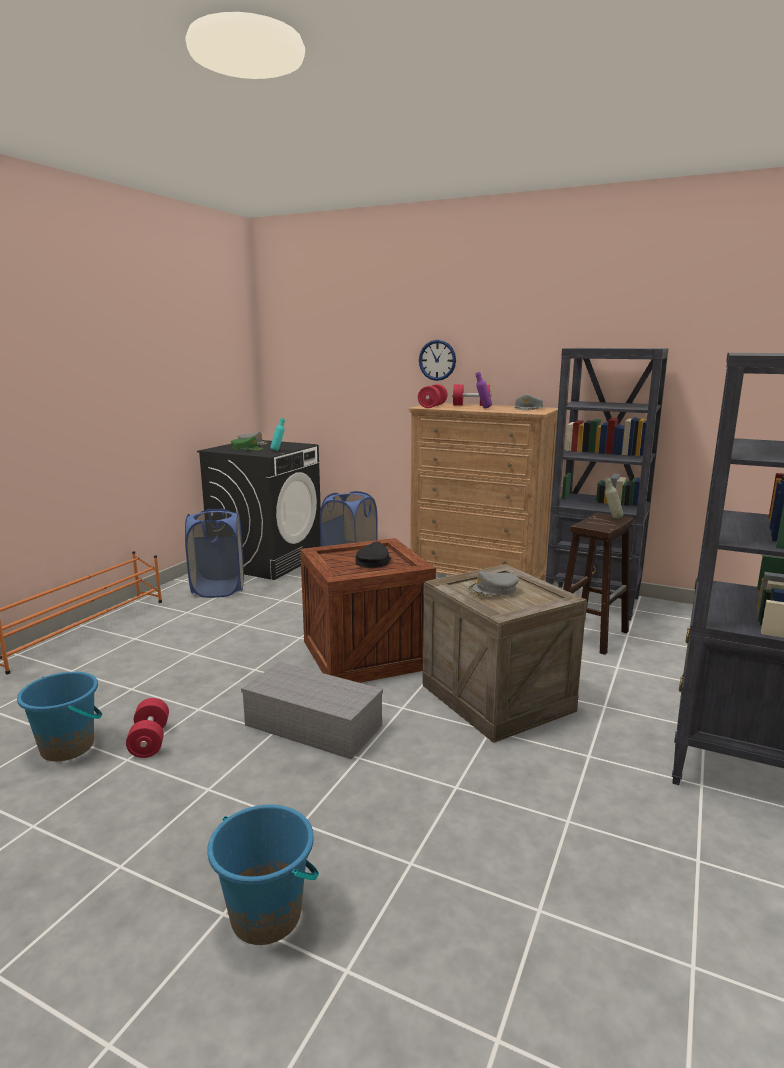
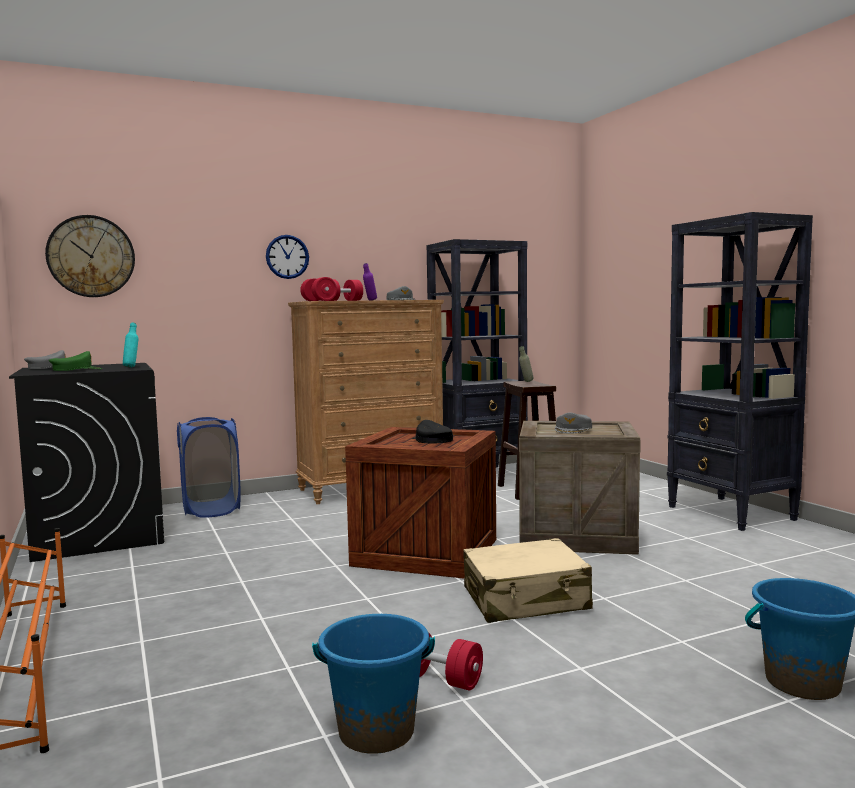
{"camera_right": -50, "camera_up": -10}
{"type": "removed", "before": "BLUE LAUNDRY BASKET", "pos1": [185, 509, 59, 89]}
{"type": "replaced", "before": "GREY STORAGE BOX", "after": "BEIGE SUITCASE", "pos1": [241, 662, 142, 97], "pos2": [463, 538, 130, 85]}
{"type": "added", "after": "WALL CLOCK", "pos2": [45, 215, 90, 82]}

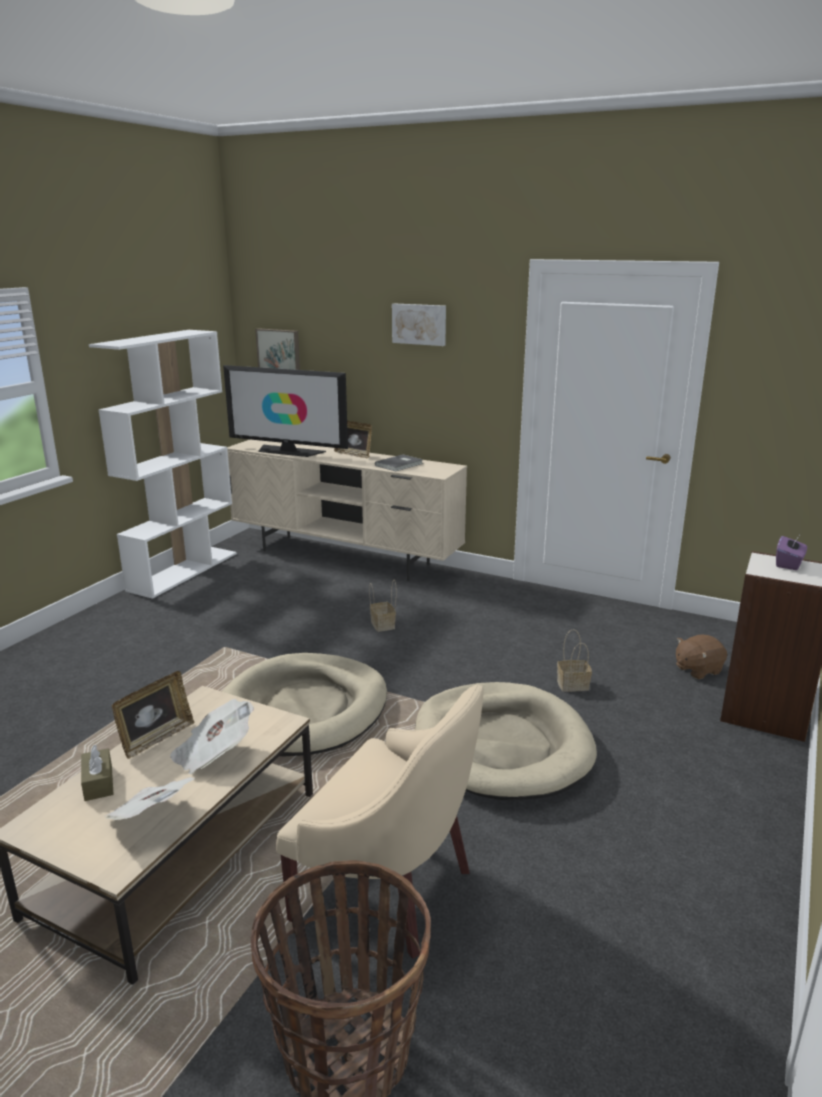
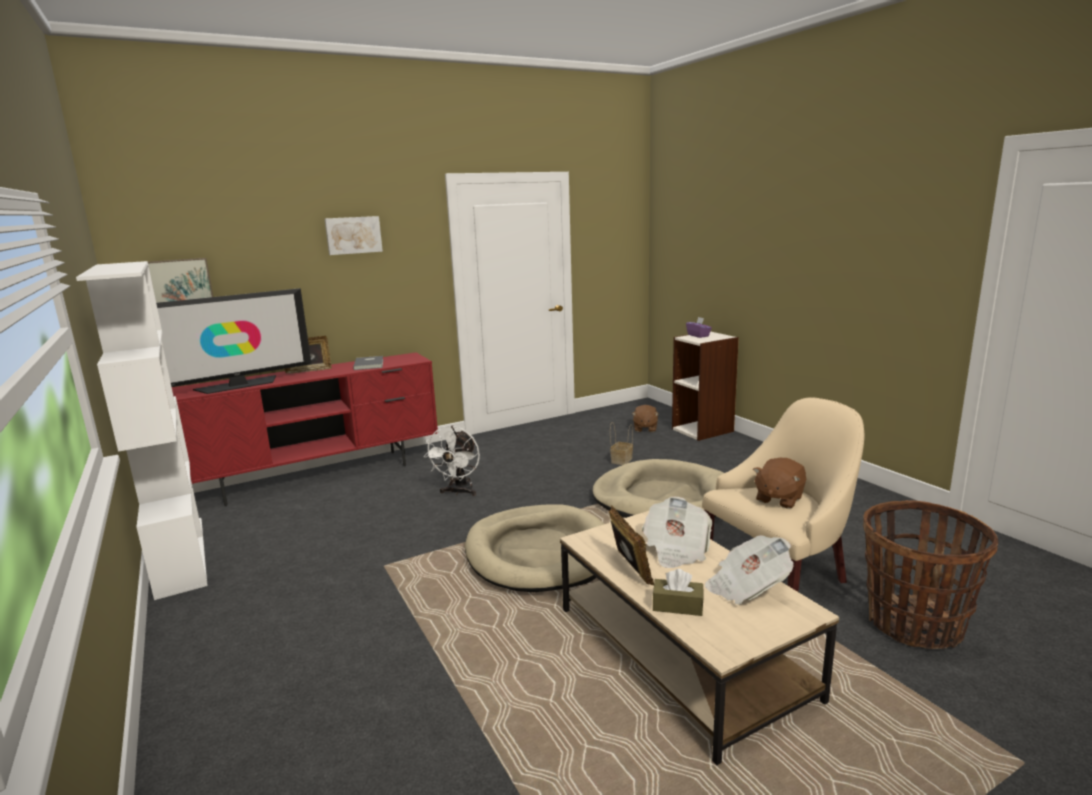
{"camera_right": -55, "camera_up": -5}
{"type": "recoloured", "before": "BEIGE TV STAND", "after": "RED TV STAND", "pos1": [227, 439, 240, 142], "pos2": [172, 352, 266, 154]}
{"type": "replaced", "before": "BASKET", "after": "WHITE FAN", "pos1": [369, 580, 28, 52], "pos2": [423, 426, 57, 70]}
{"type": "added", "after": "BROWN PLUSH TOY", "pos2": [753, 458, 53, 51]}

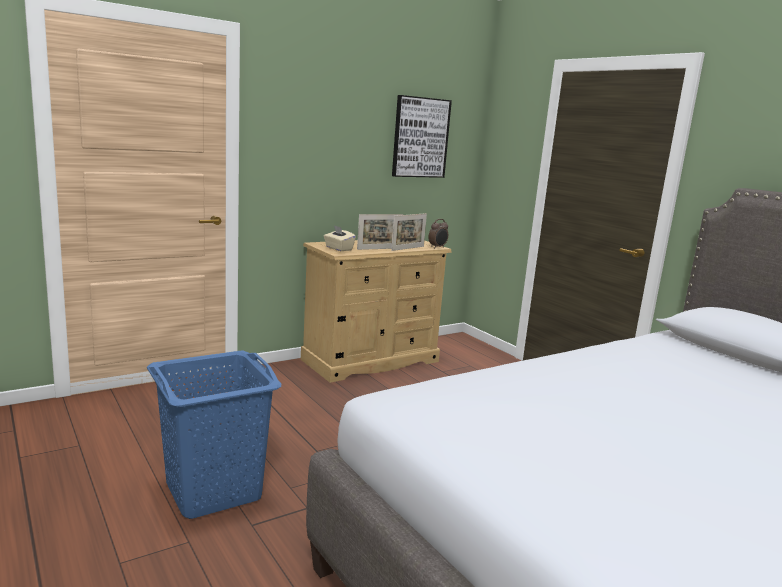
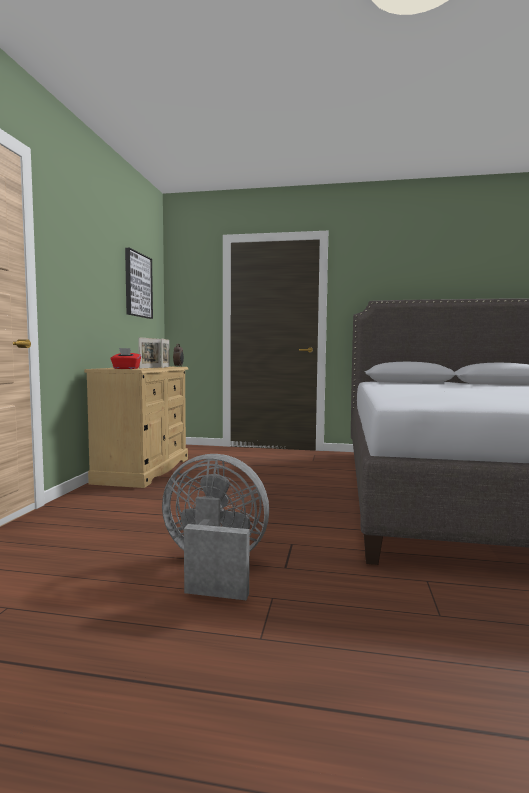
{"camera_right": -45, "camera_up": -10}
{"type": "recoloured", "before": "BEIGE TISSUE BOX", "after": "RED TISSUE BOX", "pos1": [324, 225, 32, 26], "pos2": [110, 348, 31, 21]}
{"type": "replaced", "before": "BLUE LAUNDRY BASKET", "after": "GREY FAN", "pos1": [147, 350, 134, 169], "pos2": [162, 454, 107, 146]}

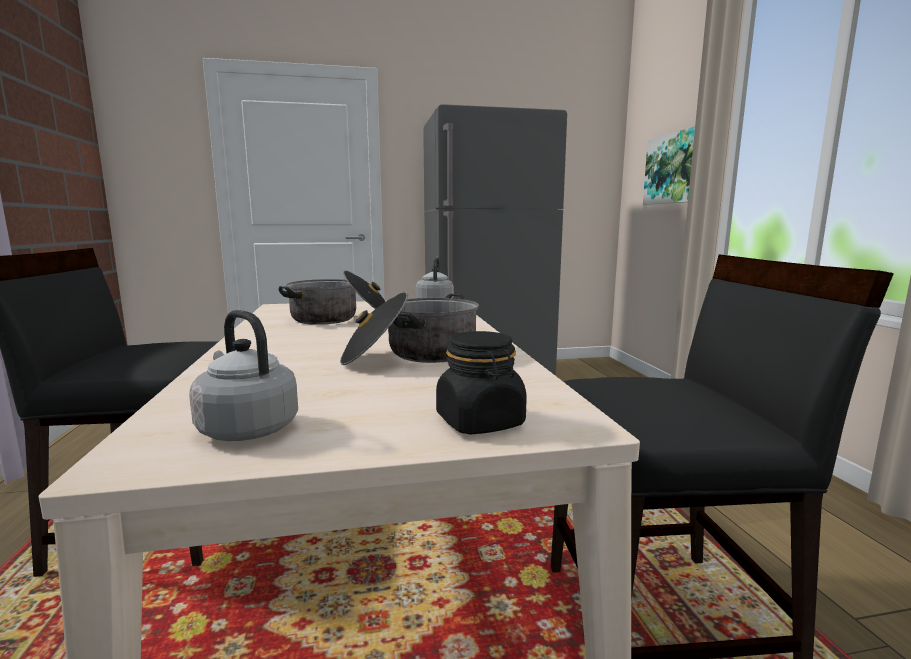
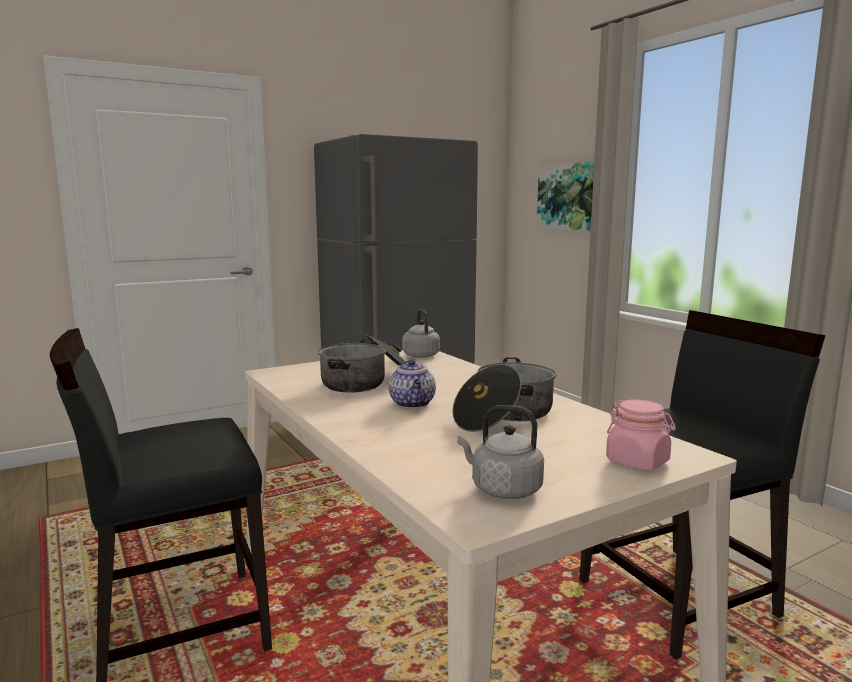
{"camera_right": -20, "camera_up": 0}
{"type": "recoloured", "before": "BLACK JAR", "after": "PINK JAR", "pos1": [436, 331, 91, 104], "pos2": [606, 399, 70, 71]}
{"type": "added", "after": "TEAPOT", "pos2": [389, 359, 47, 49]}

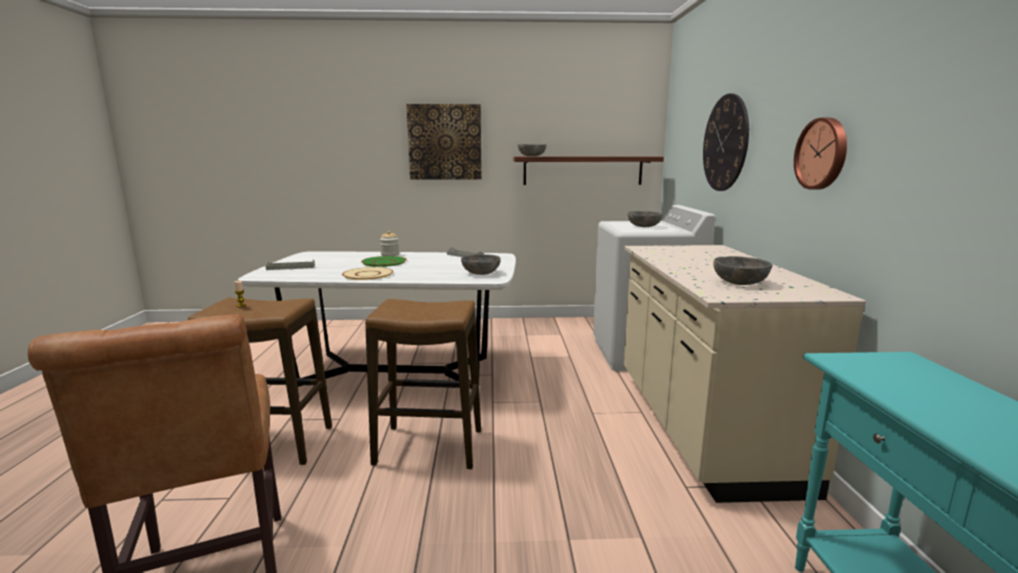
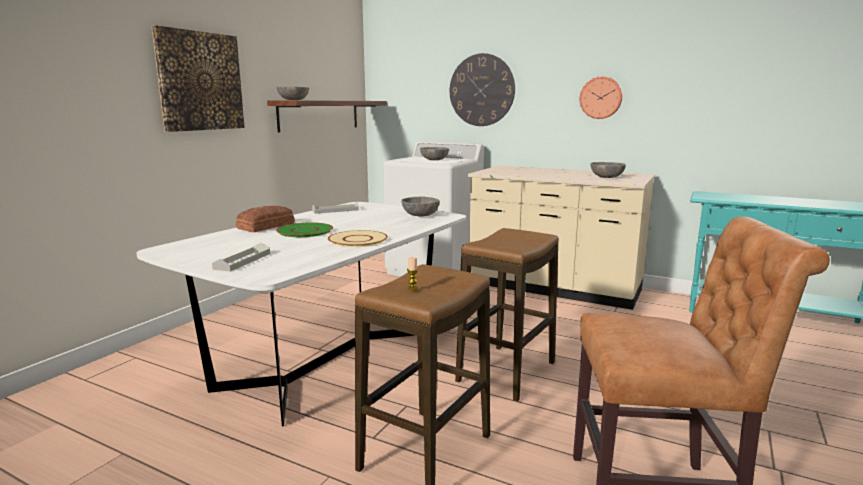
{"camera_right": -60, "camera_up": 0}
{"type": "replaced", "before": "JAR", "after": "BREAD", "pos1": [380, 231, 19, 25], "pos2": [236, 206, 59, 26]}

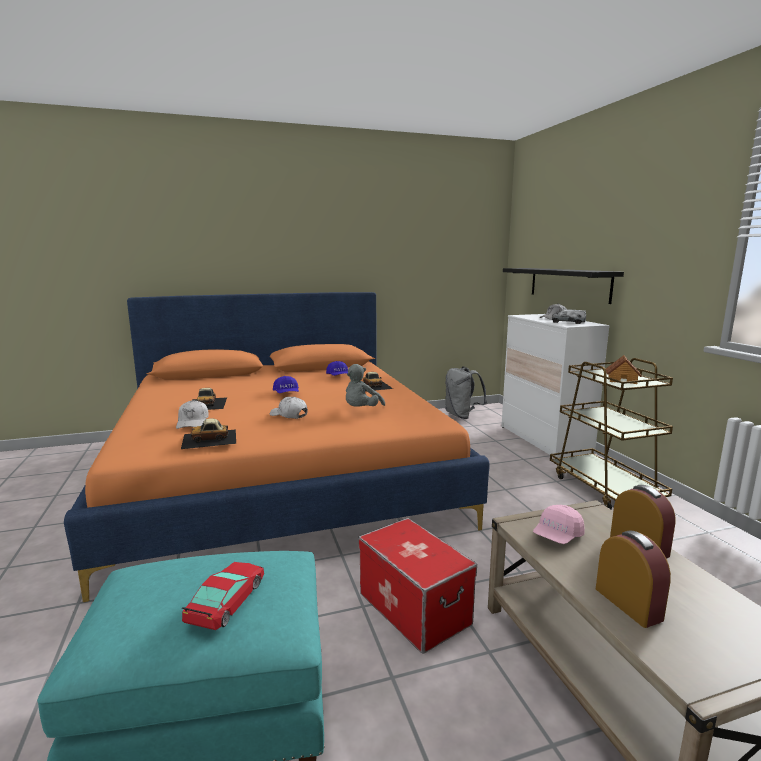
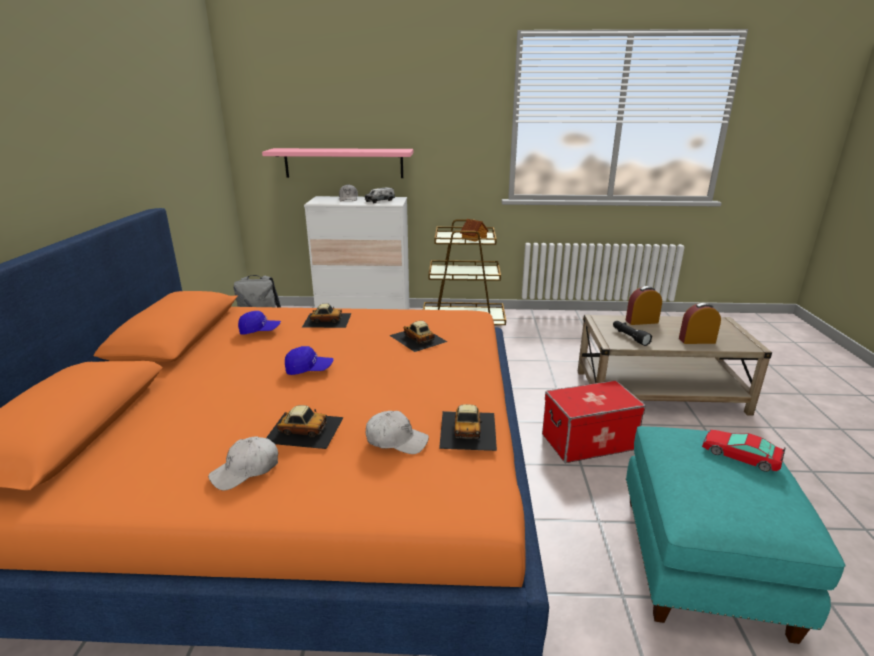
{"camera_right": -70, "camera_up": 10}
{"type": "recoloured", "before": "BLACK SHELF", "after": "PINK SHELF", "pos1": [503, 268, 121, 36], "pos2": [262, 148, 151, 30]}
{"type": "replaced", "before": "GREY PLUSH TOY", "after": "TOY CAR", "pos1": [346, 364, 39, 43], "pos2": [389, 321, 58, 31]}
{"type": "moved", "before": "WHITE CAP", "pos1": [270, 397, 38, 22], "pos2": [208, 436, 70, 54]}
{"type": "replaced", "before": "PINK CAP", "after": "BLACK FLASHLIGHT", "pos1": [533, 505, 51, 39], "pos2": [613, 321, 39, 25]}

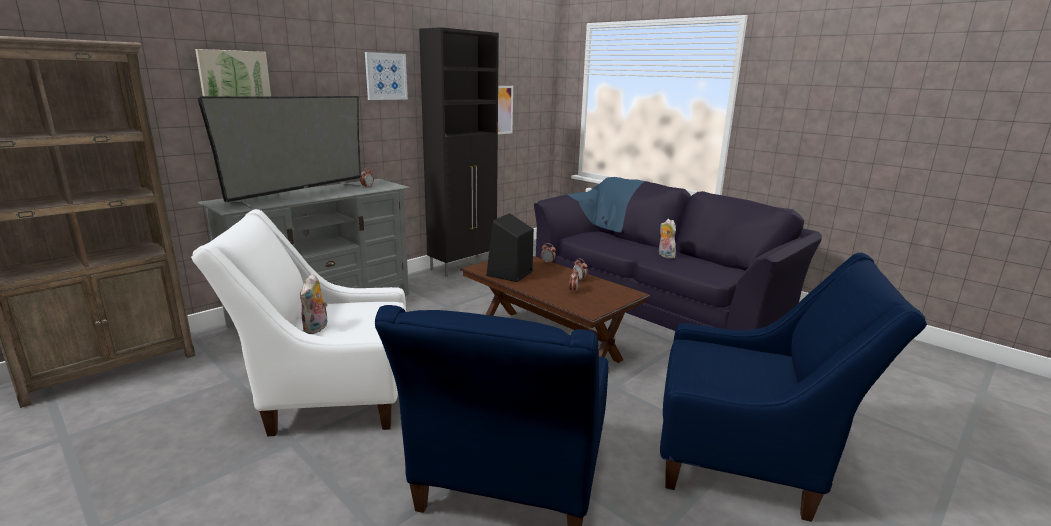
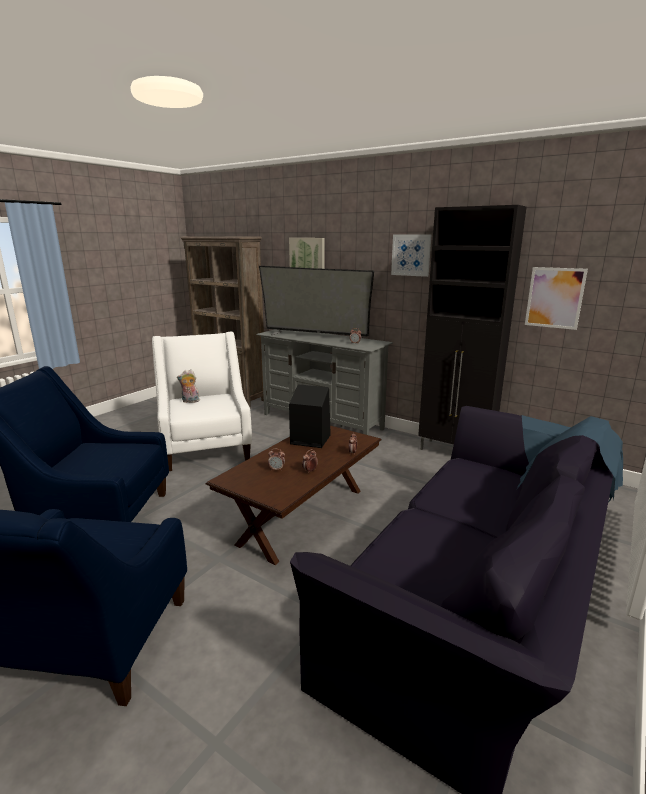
{"camera_right": 80, "camera_up": 0}
{"type": "removed", "before": "PLUSH TOY", "pos1": [659, 219, 17, 39]}

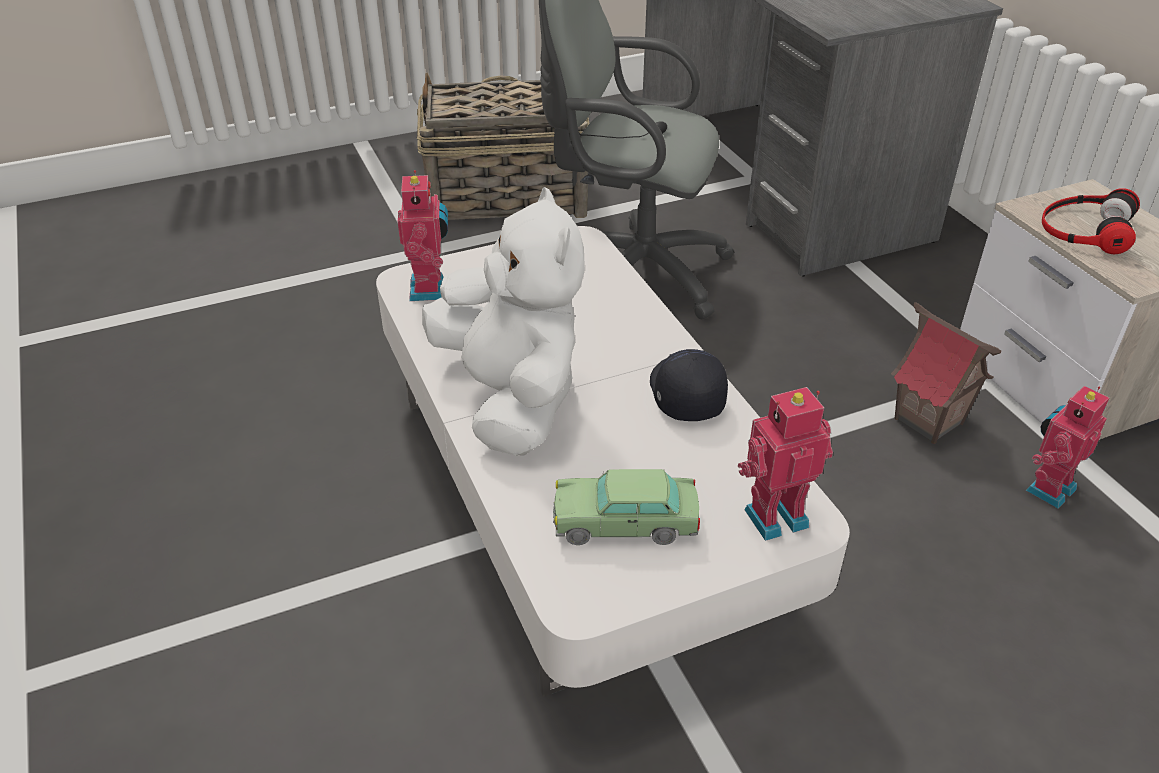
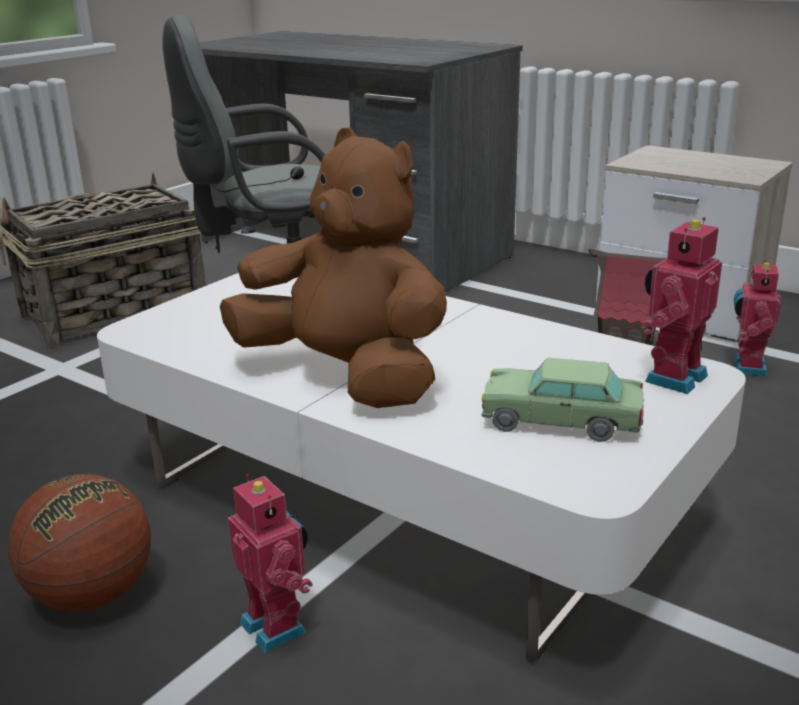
{"camera_right": -30, "camera_up": -15}
{"type": "moved", "before": "TOY ROBOT", "pos1": [398, 170, 50, 131], "pos2": [228, 474, 85, 179]}
{"type": "recoloured", "before": "WHITE PLUSH TOY", "after": "BROWN PLUSH TOY", "pos1": [422, 187, 163, 269], "pos2": [220, 127, 227, 281]}
{"type": "removed", "before": "HEADPHONES", "pos1": [1042, 188, 98, 66]}
{"type": "removed", "before": "BLACK CAP", "pos1": [650, 349, 78, 72]}
{"type": "turned", "before": "TOY CAR", "pos1": [553, 469, 147, 76], "pos2": [482, 358, 162, 84], "turn": 45}
{"type": "added", "after": "BASKETBALL", "pos2": [8, 474, 143, 138]}

